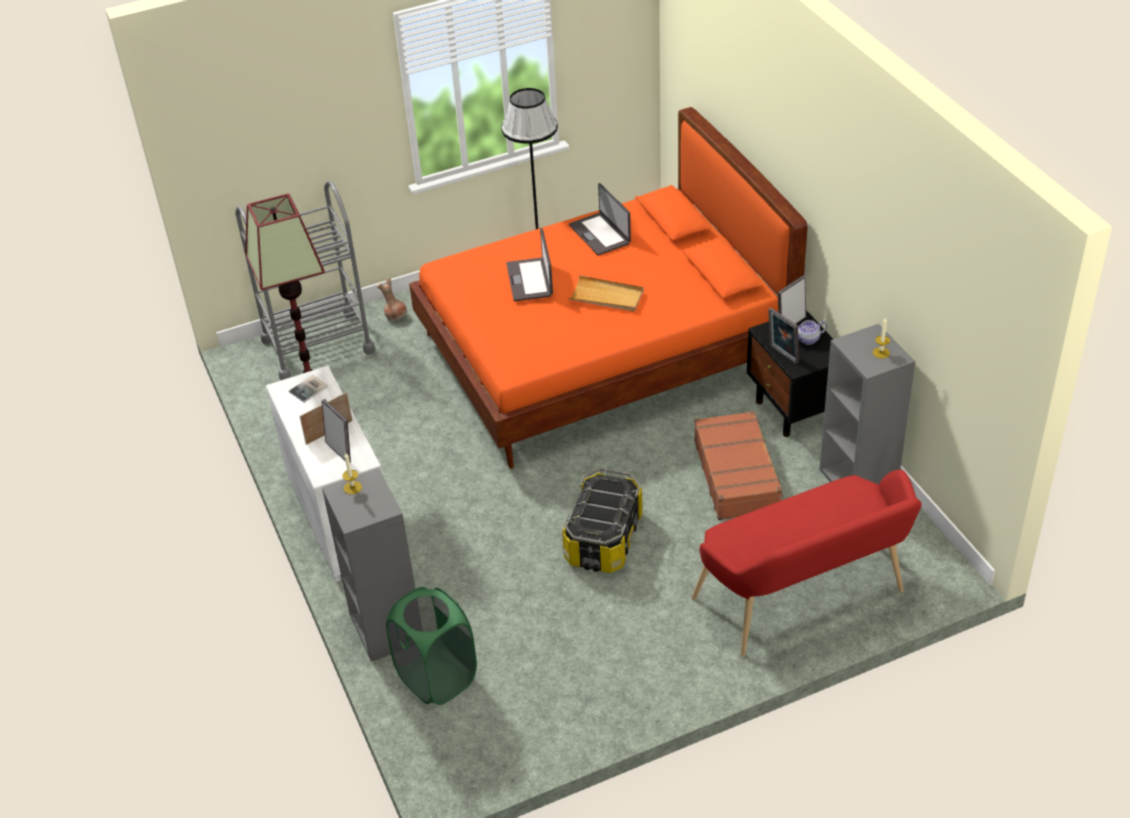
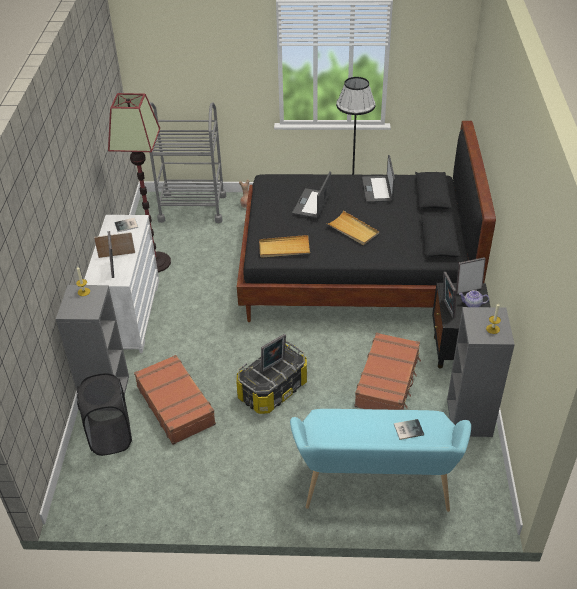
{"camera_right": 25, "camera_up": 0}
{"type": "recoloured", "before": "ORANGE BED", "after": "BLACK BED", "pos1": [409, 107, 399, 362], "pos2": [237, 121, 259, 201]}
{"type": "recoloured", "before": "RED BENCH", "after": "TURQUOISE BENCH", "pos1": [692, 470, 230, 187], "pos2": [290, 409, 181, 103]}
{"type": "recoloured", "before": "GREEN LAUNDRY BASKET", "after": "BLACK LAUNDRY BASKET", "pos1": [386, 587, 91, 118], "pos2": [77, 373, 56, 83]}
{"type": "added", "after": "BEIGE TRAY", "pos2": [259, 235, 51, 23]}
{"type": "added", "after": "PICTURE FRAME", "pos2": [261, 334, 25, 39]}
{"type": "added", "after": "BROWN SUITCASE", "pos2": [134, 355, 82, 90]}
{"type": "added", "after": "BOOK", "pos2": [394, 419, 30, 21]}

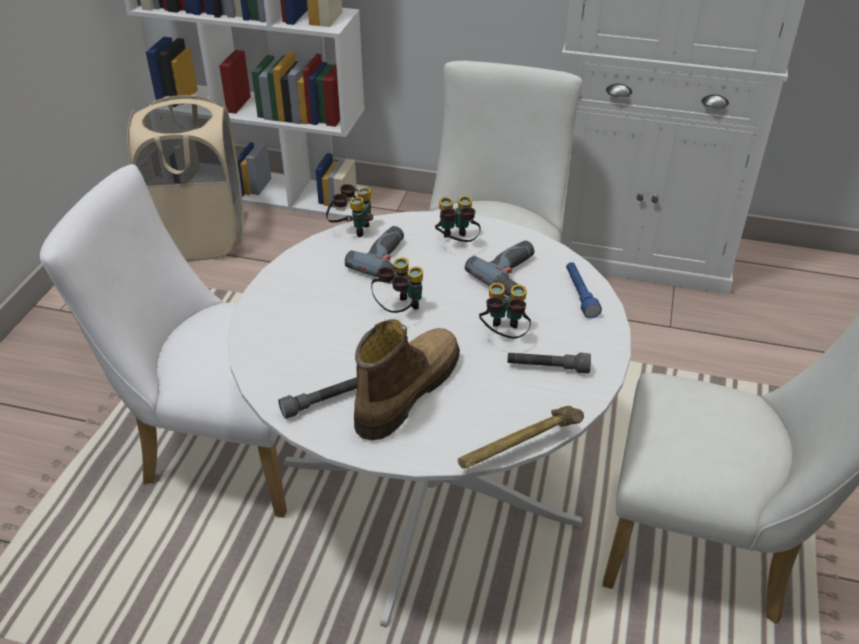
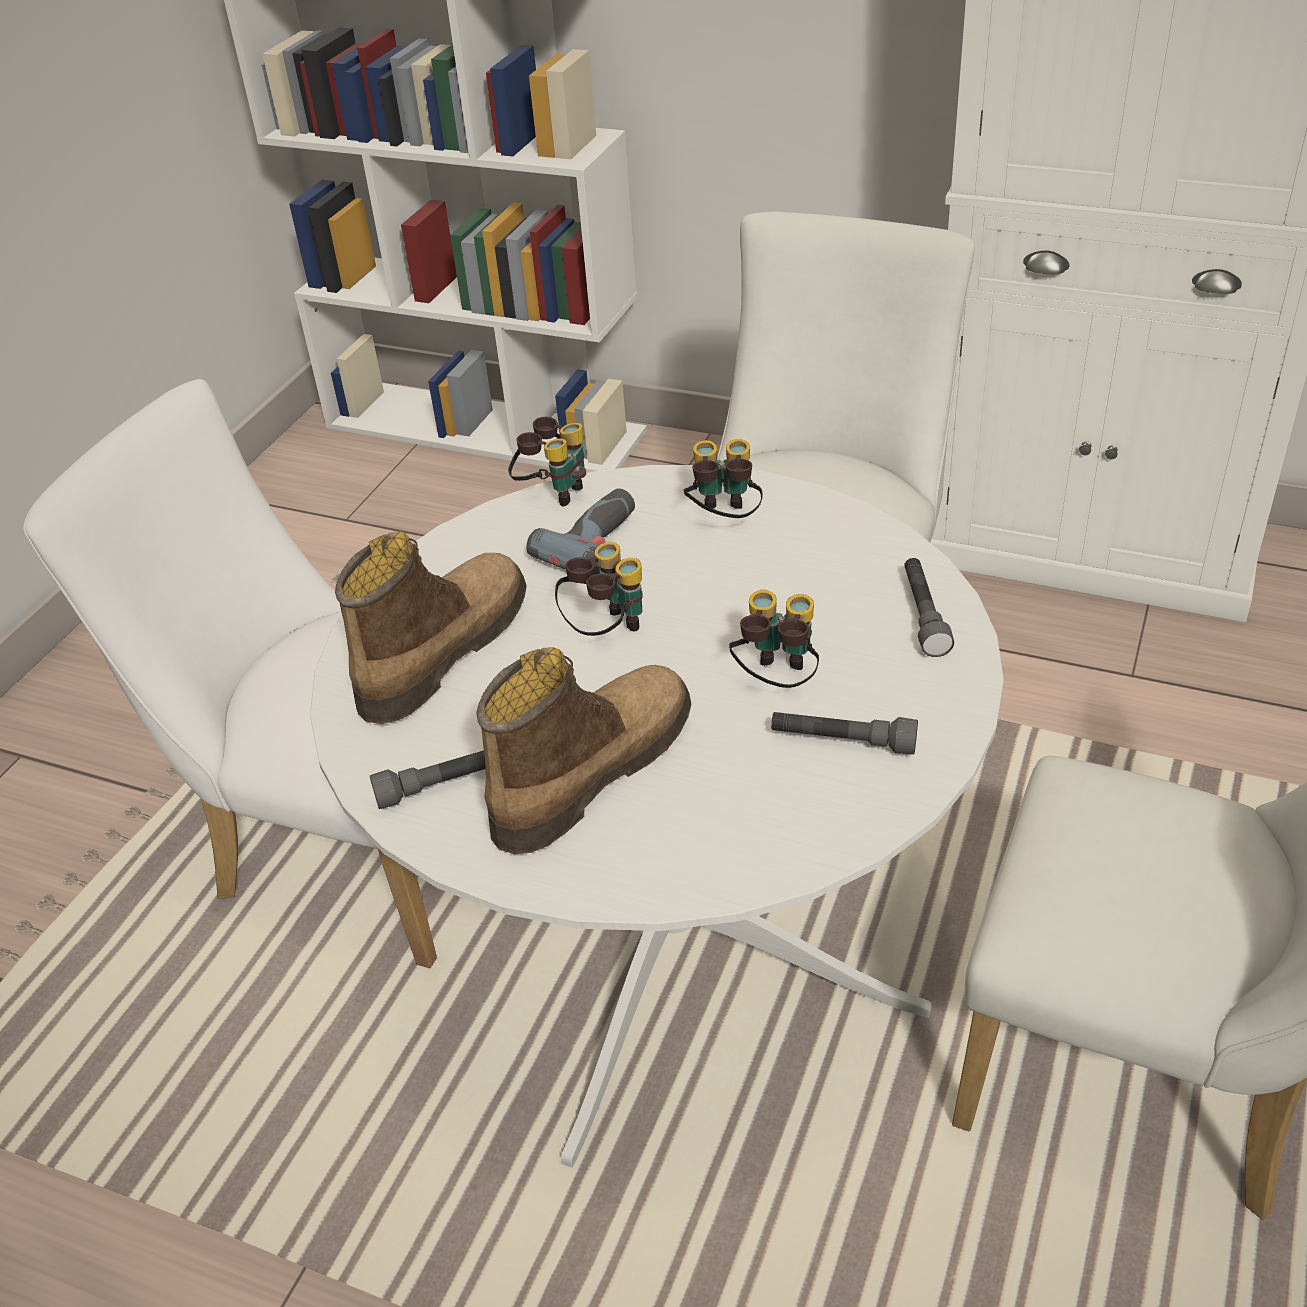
{"camera_right": 10, "camera_up": 0}
{"type": "removed", "before": "BEIGE LAUNDRY BASKET", "pos1": [127, 95, 117, 166]}
{"type": "removed", "before": "POWER DRILL", "pos1": [465, 240, 69, 57]}
{"type": "recoloured", "before": "BLUE FLASHLIGHT", "after": "GREY FLASHLIGHT", "pos1": [566, 262, 36, 56], "pos2": [904, 558, 50, 99]}
{"type": "removed", "before": "HAMMER", "pos1": [458, 406, 126, 63]}
{"type": "added", "after": "BOOT", "pos2": [335, 531, 192, 193]}

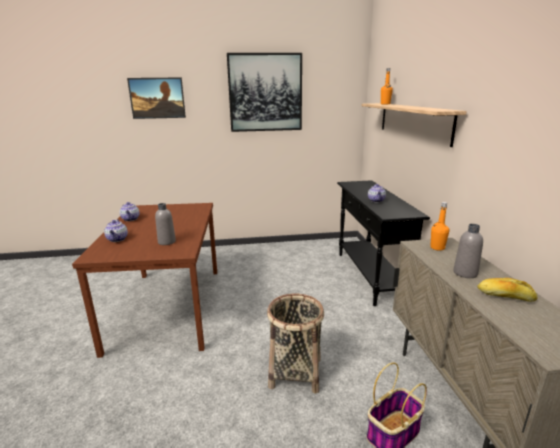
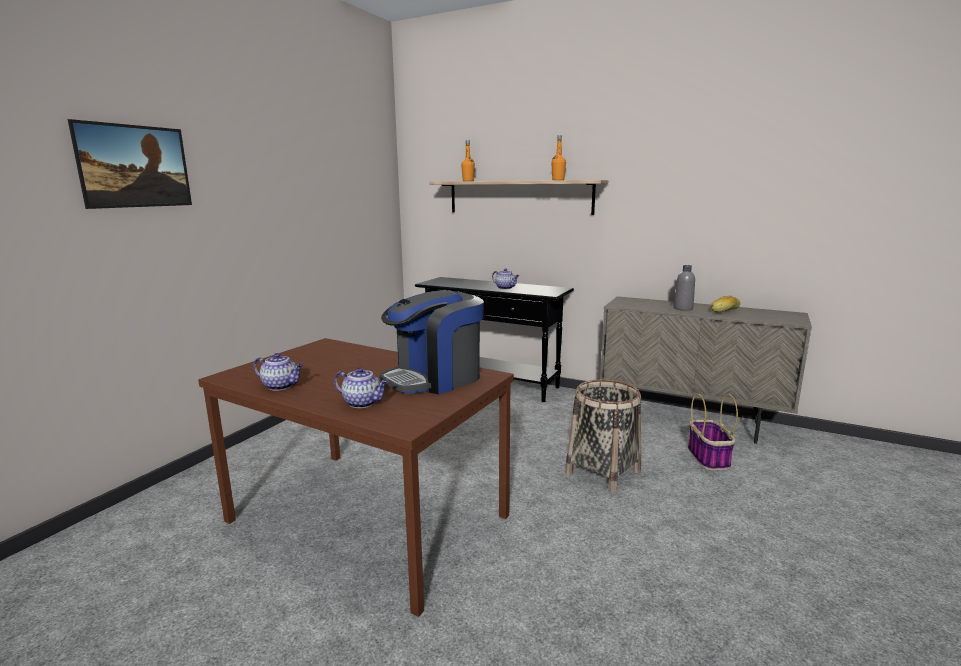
{"camera_right": -55, "camera_up": -5}
{"type": "removed", "before": "PICTURE", "pos1": [227, 53, 75, 79]}
{"type": "moved", "before": "ORANGE BOTTLE", "pos1": [430, 202, 19, 49], "pos2": [551, 136, 15, 44]}
{"type": "replaced", "before": "GREY BOTTLE", "after": "COFFEE MACHINE", "pos1": [155, 203, 21, 42], "pos2": [380, 290, 104, 104]}

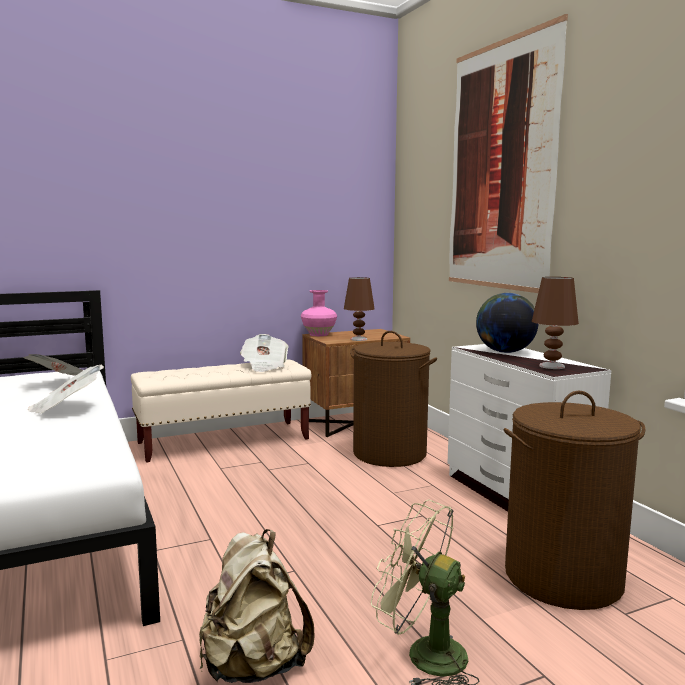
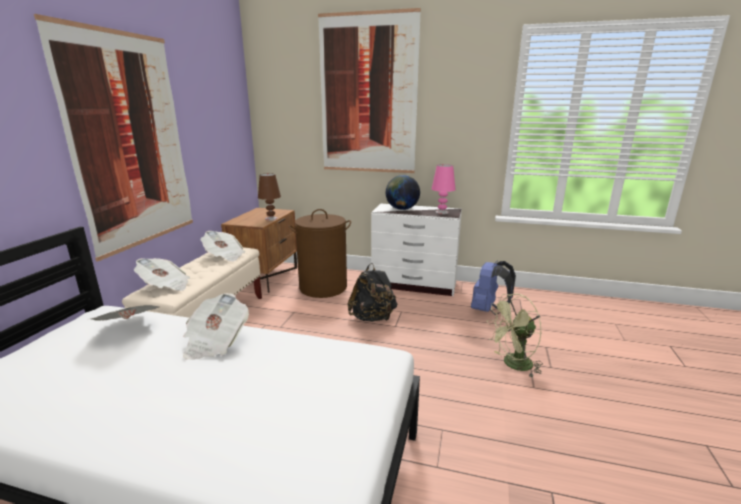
{"camera_right": -50, "camera_up": 10}
{"type": "recoloured", "before": "BROWN TABLE LAMP", "after": "PINK TABLE LAMP", "pos1": [532, 277, 47, 92], "pos2": [432, 164, 24, 50]}
{"type": "removed", "before": "PINK VASE", "pos1": [301, 290, 36, 46]}
{"type": "replaced", "before": "BROWN LAUNDRY BASKET", "after": "BLUE BACKPACK", "pos1": [504, 391, 141, 219], "pos2": [471, 261, 45, 54]}
{"type": "removed", "before": "BEIGE BACKPACK", "pos1": [199, 529, 116, 154]}
{"type": "added", "after": "PICTURE", "pos2": [34, 14, 159, 248]}
{"type": "added", "after": "NEWSPAPER", "pos2": [134, 258, 56, 33]}
{"type": "added", "after": "BLACK BACKPACK", "pos2": [347, 263, 50, 59]}

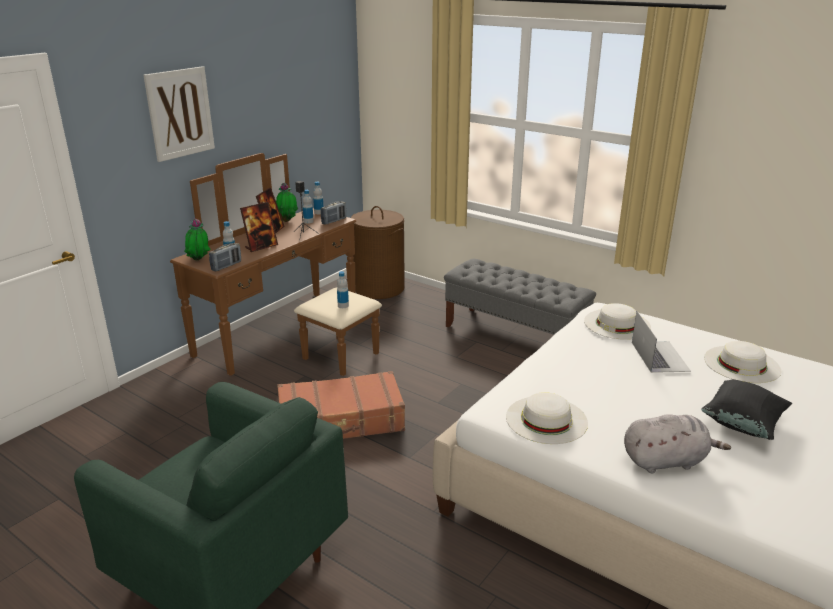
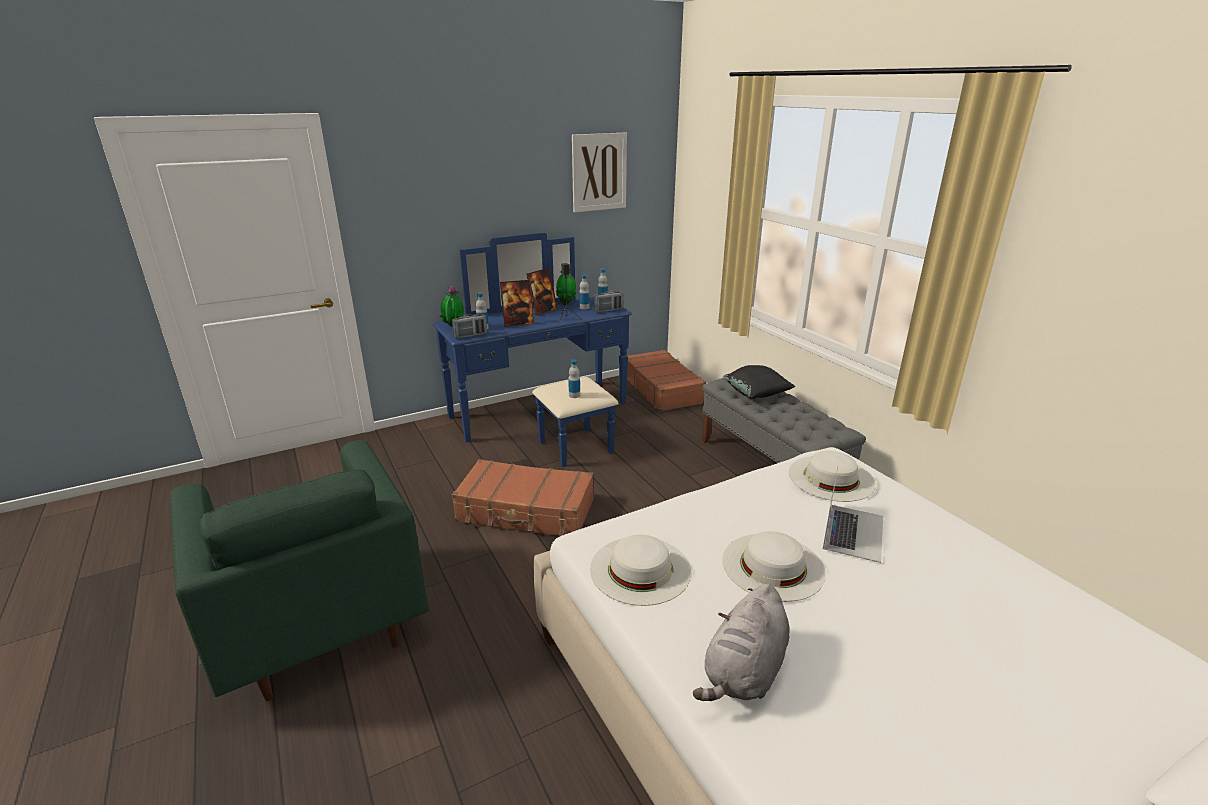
{"camera_right": 25, "camera_up": 0}
{"type": "moved", "before": "PICTURE", "pos1": [143, 66, 72, 96], "pos2": [572, 133, 55, 79]}
{"type": "recoloured", "before": "BROWN DRESSER", "after": "BLUE DRESSER", "pos1": [170, 153, 212, 223], "pos2": [433, 232, 199, 235]}
{"type": "replaced", "before": "BROWN LAUNDRY BASKET", "after": "BROWN SUITCASE", "pos1": [351, 206, 54, 93], "pos2": [627, 350, 79, 62]}
{"type": "moved", "before": "WHITE HAT", "pos1": [704, 341, 77, 42], "pos2": [722, 531, 104, 71]}
{"type": "moved", "before": "BLACK PILLOW", "pos1": [701, 379, 91, 61], "pos2": [723, 365, 73, 34]}
{"type": "turned", "before": "GREY PLUSH TOY", "pos1": [624, 414, 107, 59], "pos2": [693, 584, 97, 117], "turn": 105}

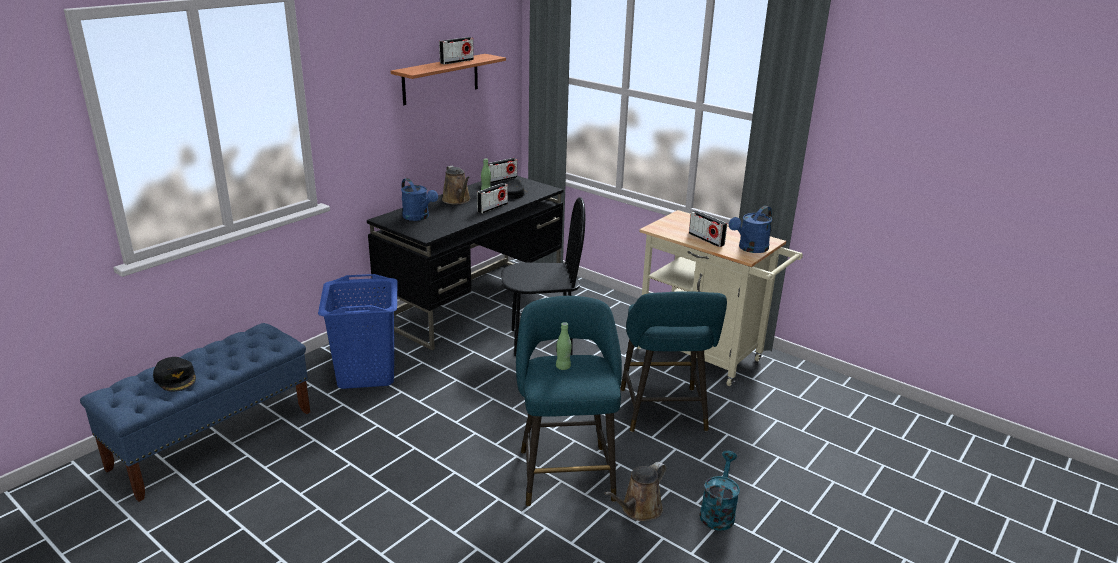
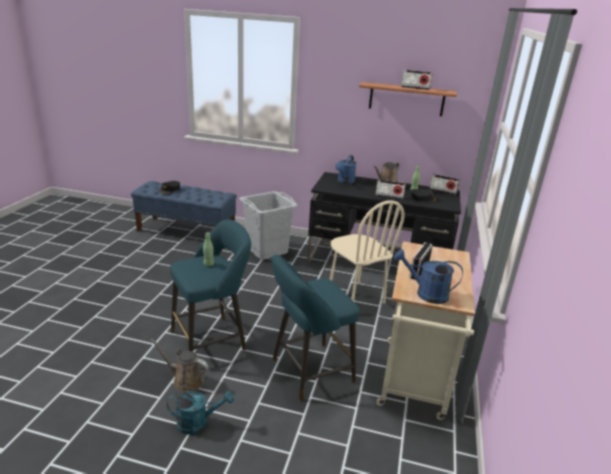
{"camera_right": 65, "camera_up": 0}
{"type": "recoloured", "before": "BLACK CHAIR", "after": "BEIGE CHAIR", "pos1": [501, 197, 84, 159], "pos2": [330, 200, 75, 104]}
{"type": "recoloured", "before": "BLUE LAUNDRY BASKET", "after": "GREY LAUNDRY BASKET", "pos1": [318, 274, 80, 115], "pos2": [239, 191, 59, 69]}

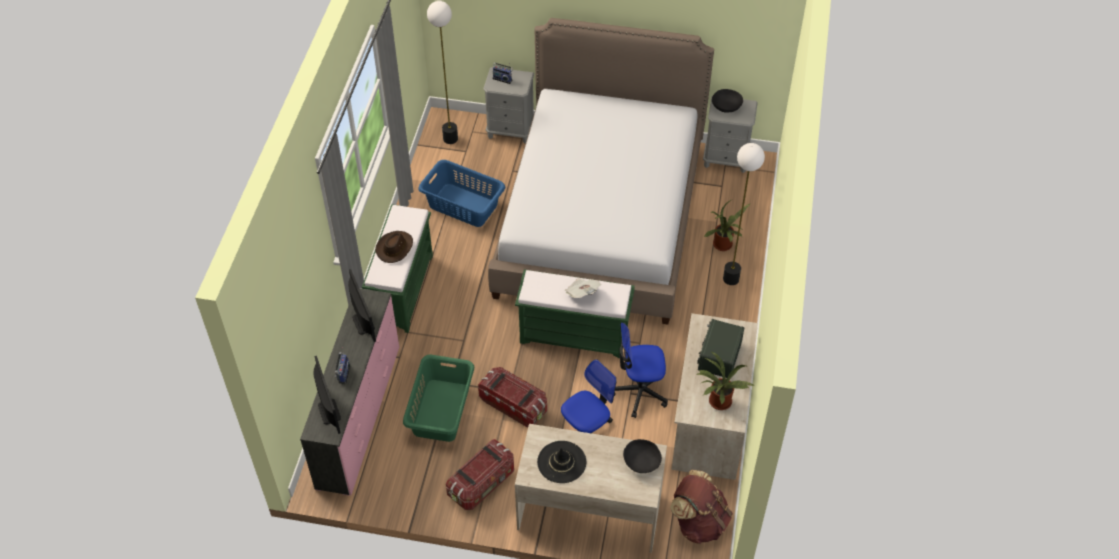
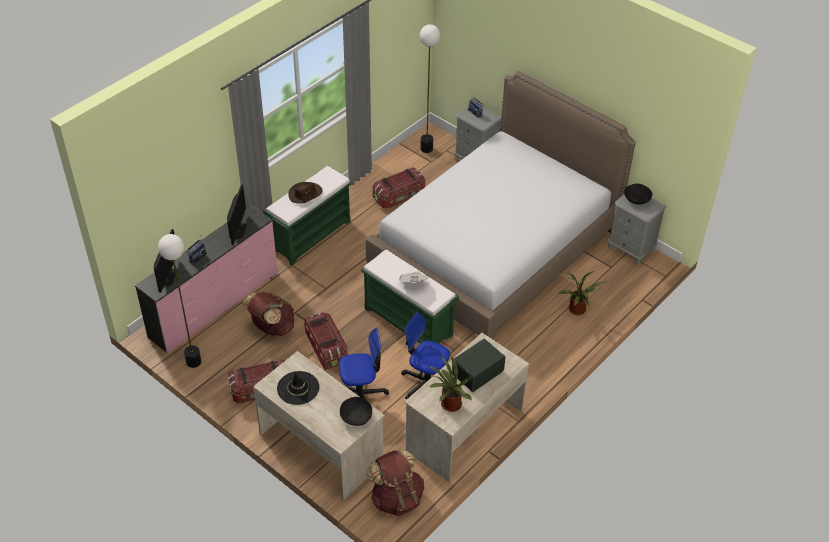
{"camera_right": 30, "camera_up": -5}
{"type": "moved", "before": "FLOOR LAMP", "pos1": [723, 143, 42, 142], "pos2": [158, 234, 43, 134]}
{"type": "replaced", "before": "BLUE LAUNDRY BASKET", "after": "STORAGE BOX", "pos1": [418, 160, 87, 67], "pos2": [373, 167, 52, 41]}
{"type": "replaced", "before": "GREEN LAUNDRY BASKET", "after": "BROWN BACKPACK", "pos1": [403, 354, 71, 88], "pos2": [242, 292, 52, 44]}

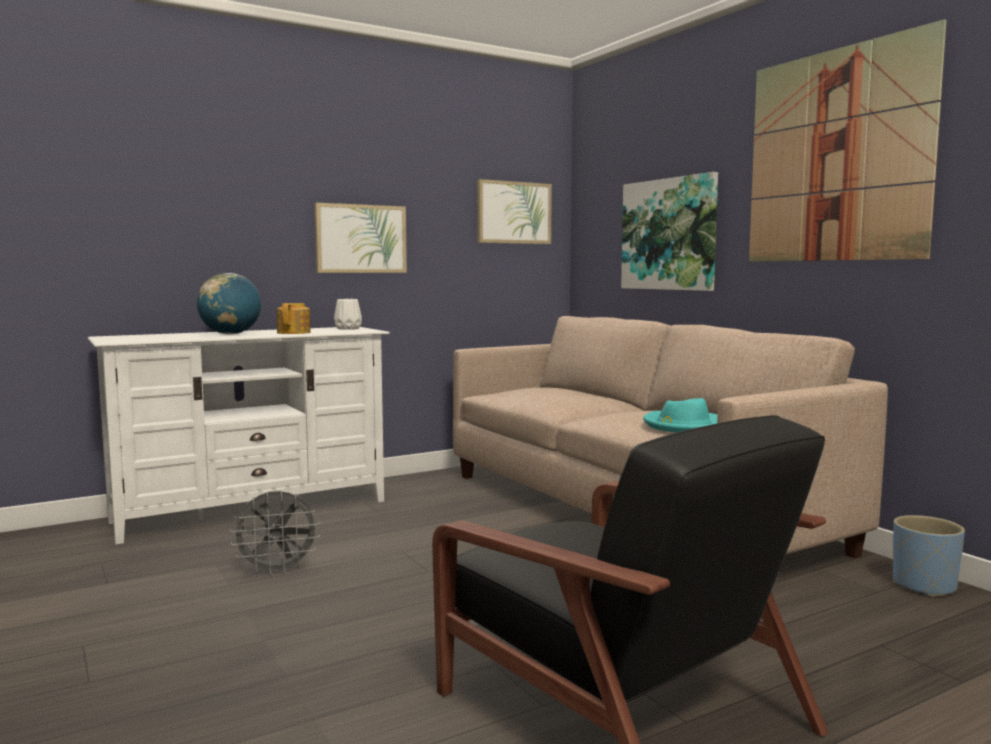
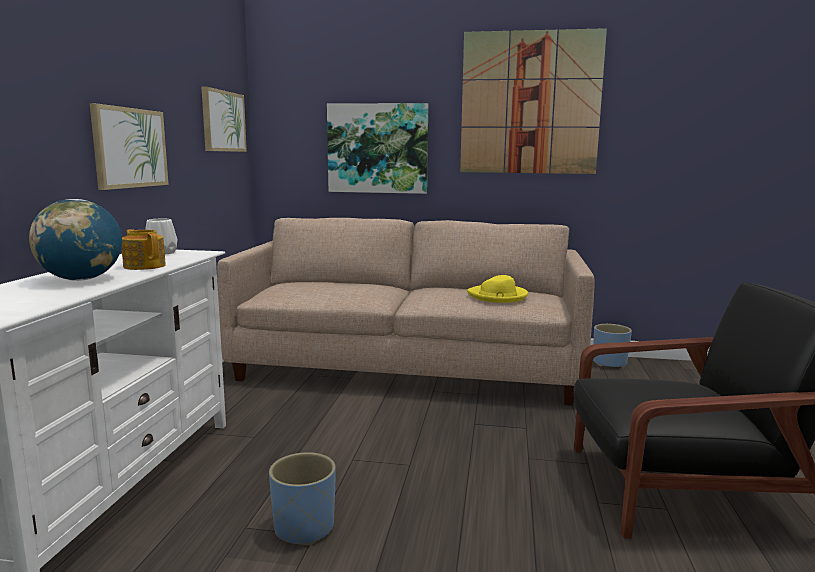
{"camera_right": -50, "camera_up": 5}
{"type": "recoloured", "before": "TURQUOISE HAT", "after": "YELLOW HAT", "pos1": [643, 398, 74, 34], "pos2": [467, 275, 61, 28]}
{"type": "replaced", "before": "GREY FAN", "after": "BLUE PLANTER", "pos1": [230, 490, 90, 86], "pos2": [269, 452, 67, 93]}

